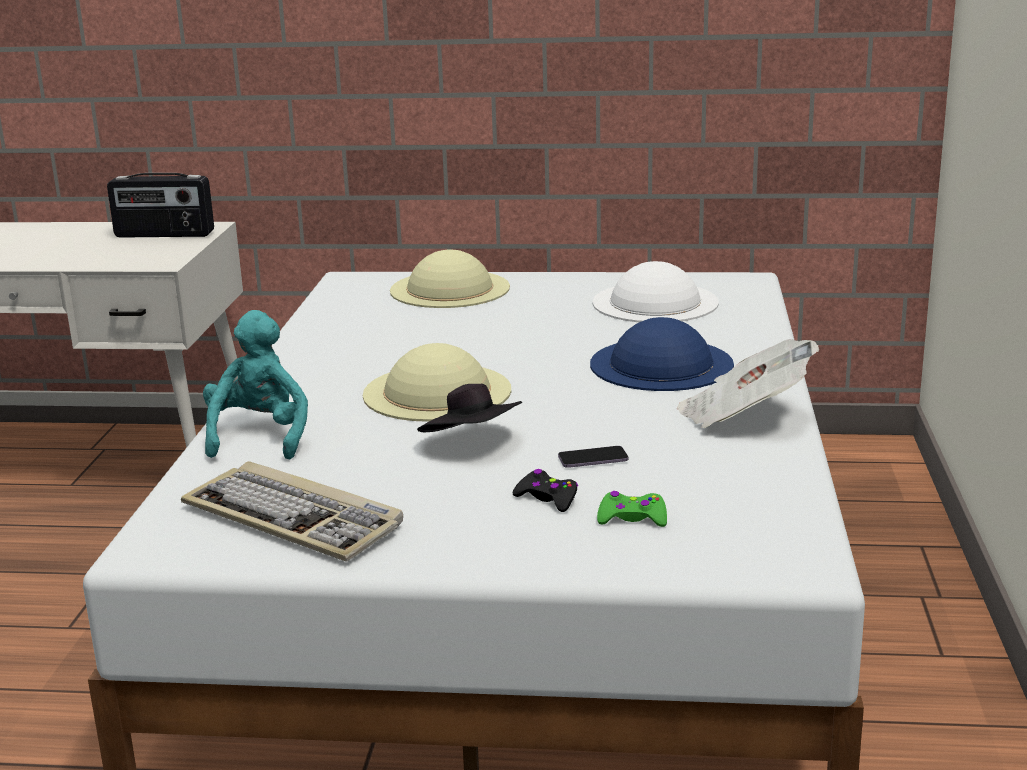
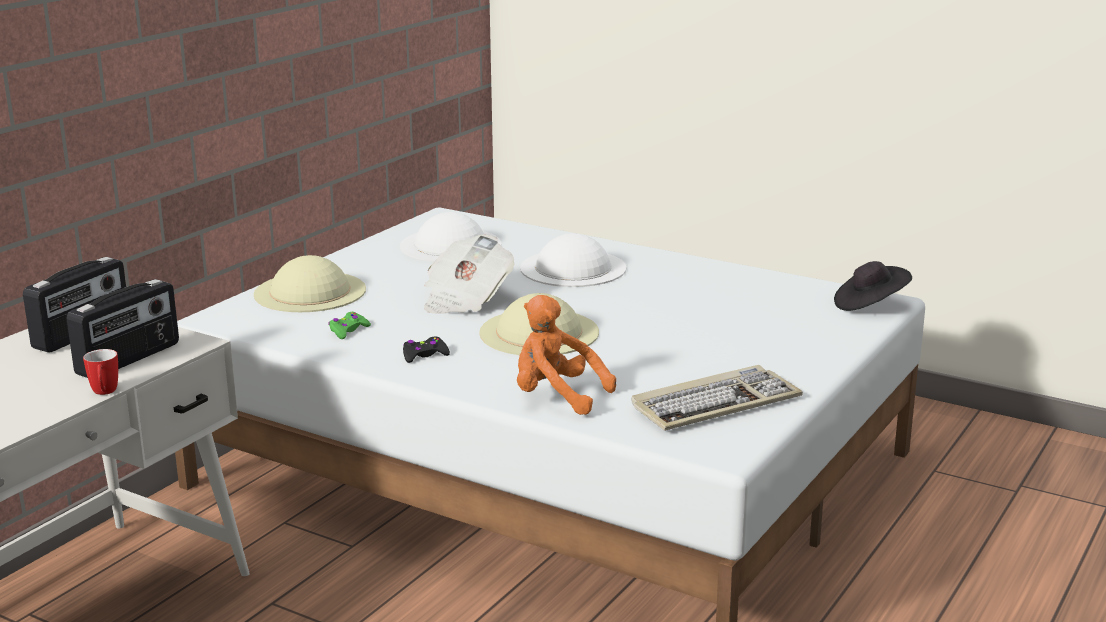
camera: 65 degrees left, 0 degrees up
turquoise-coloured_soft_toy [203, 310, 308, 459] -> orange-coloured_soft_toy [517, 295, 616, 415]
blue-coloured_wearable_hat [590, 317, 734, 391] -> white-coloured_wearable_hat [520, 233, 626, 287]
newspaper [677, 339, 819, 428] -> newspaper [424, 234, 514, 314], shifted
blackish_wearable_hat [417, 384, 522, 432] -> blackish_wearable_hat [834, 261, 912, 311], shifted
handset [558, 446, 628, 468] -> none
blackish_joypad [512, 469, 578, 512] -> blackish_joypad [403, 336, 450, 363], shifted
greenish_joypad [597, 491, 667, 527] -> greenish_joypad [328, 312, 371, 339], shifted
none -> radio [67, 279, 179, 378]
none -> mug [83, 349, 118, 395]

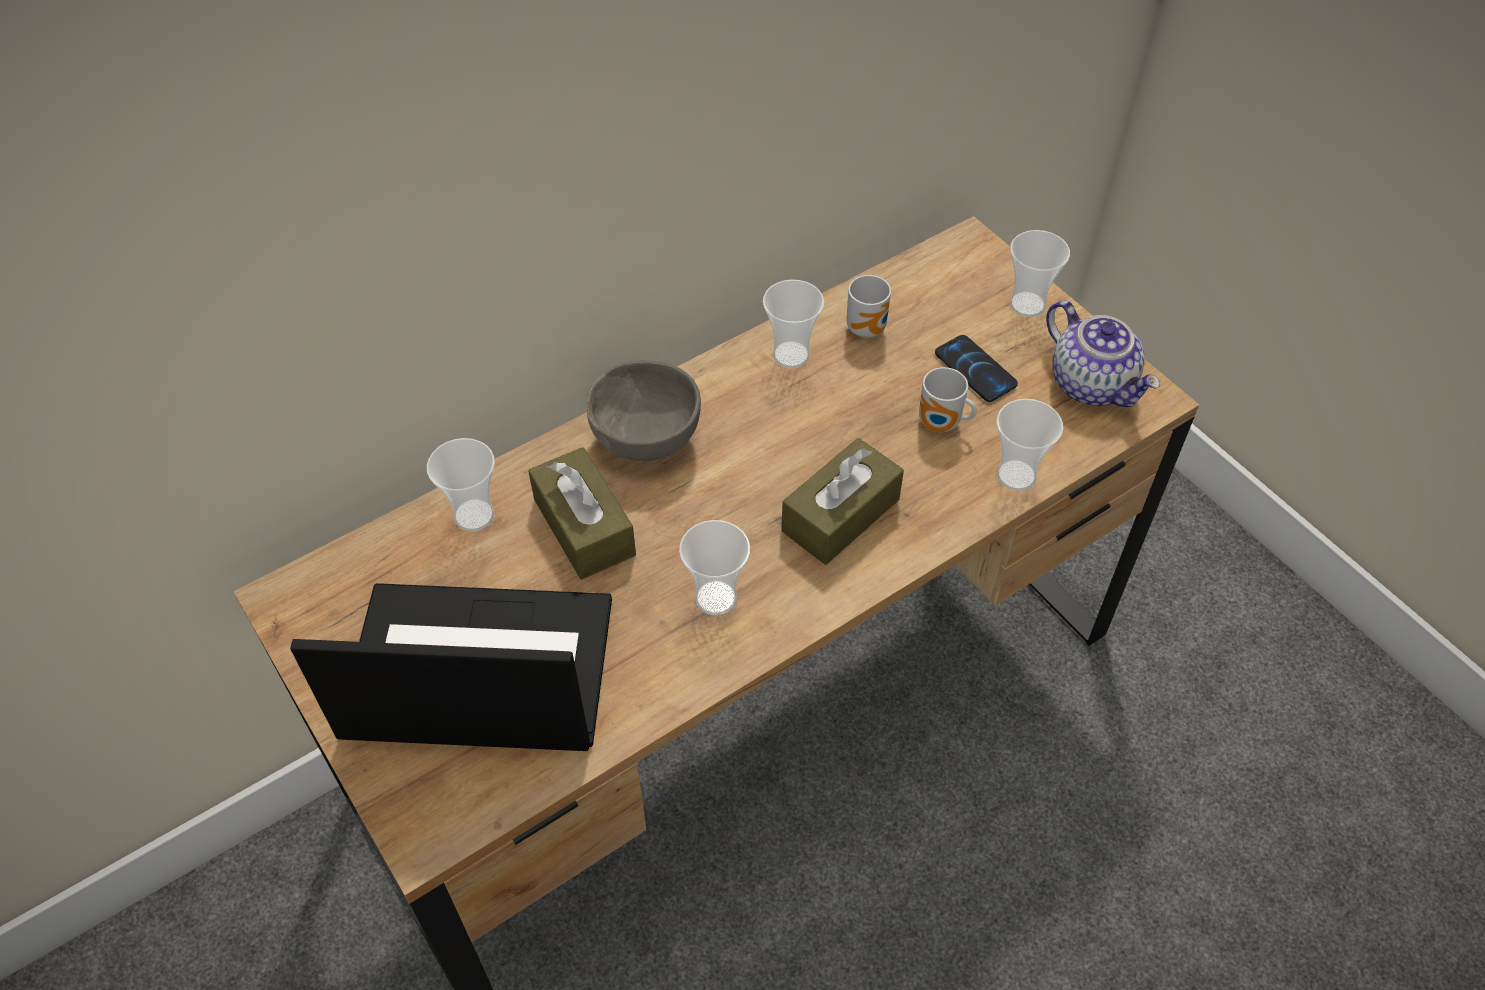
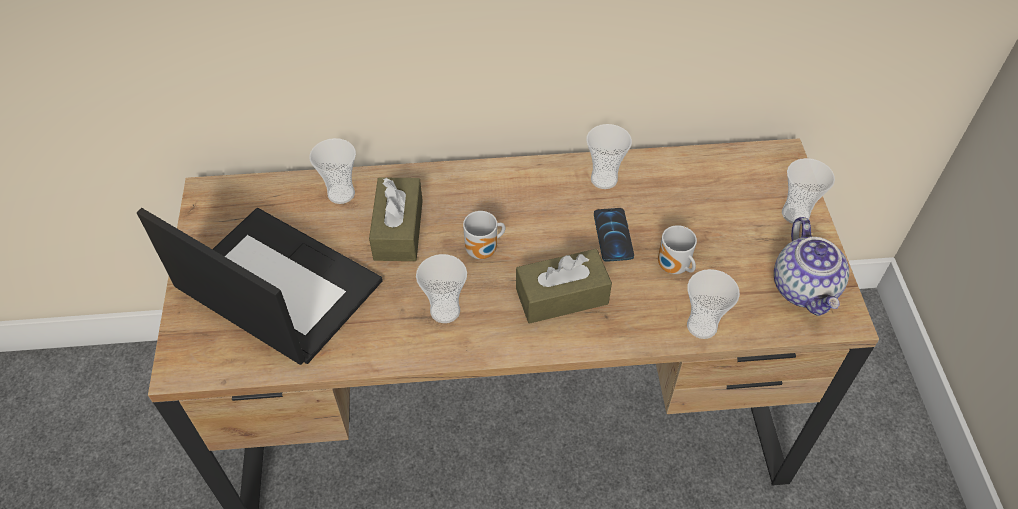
camera: 30 degrees right, 0 degrees up
mug [847, 275, 891, 338] -> mug [463, 211, 505, 259], shifted
handset [935, 335, 1018, 402] -> handset [594, 208, 634, 262], shifted
greyish_bowl [587, 360, 701, 461] -> none

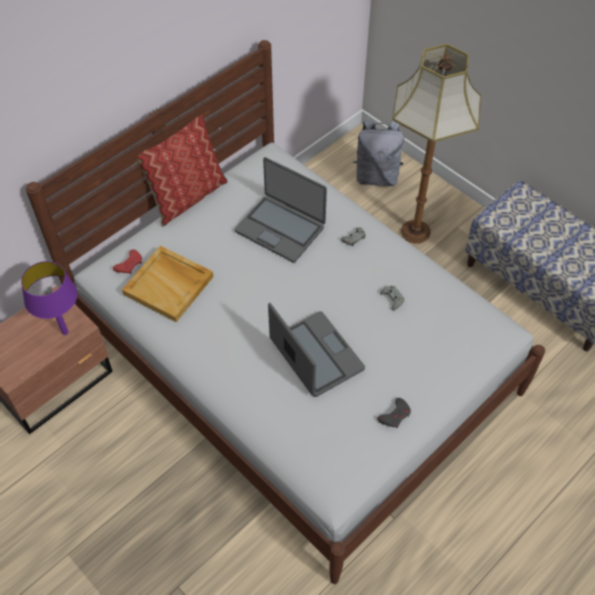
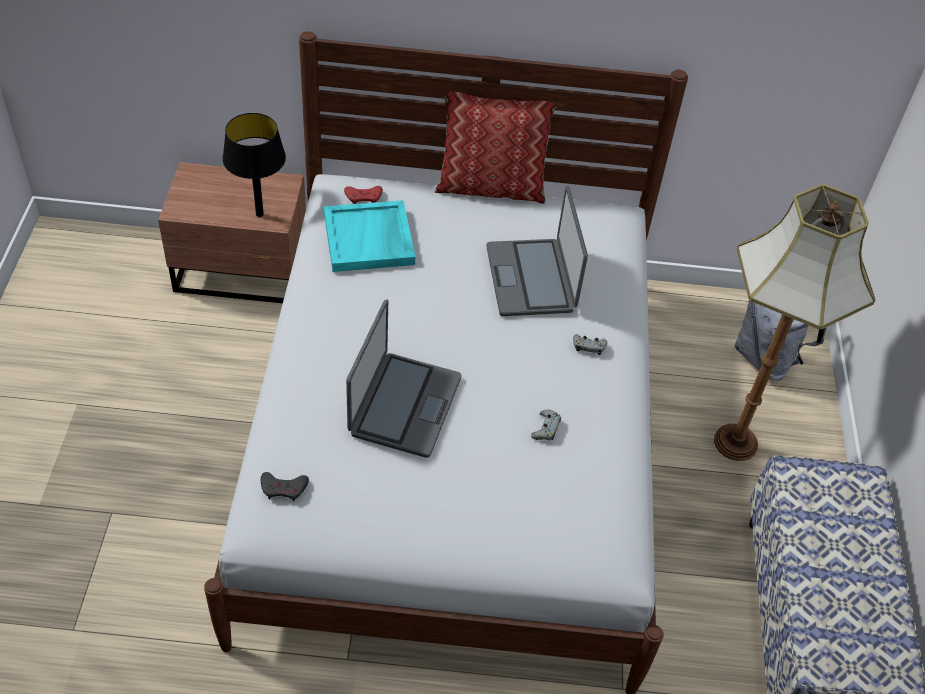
camera: 45 degrees right, 5 degrees down
beige_carrying_tray [122, 246, 213, 322] -> turquoise-coloured_carrying_tray [324, 200, 415, 272]
purple_tabletop_lamp [21, 261, 77, 335] -> blackish_tabletop_lamp [222, 113, 286, 217]
greyish_joypad [377, 398, 411, 428] -> greyish_joypad [261, 472, 309, 501], shifted

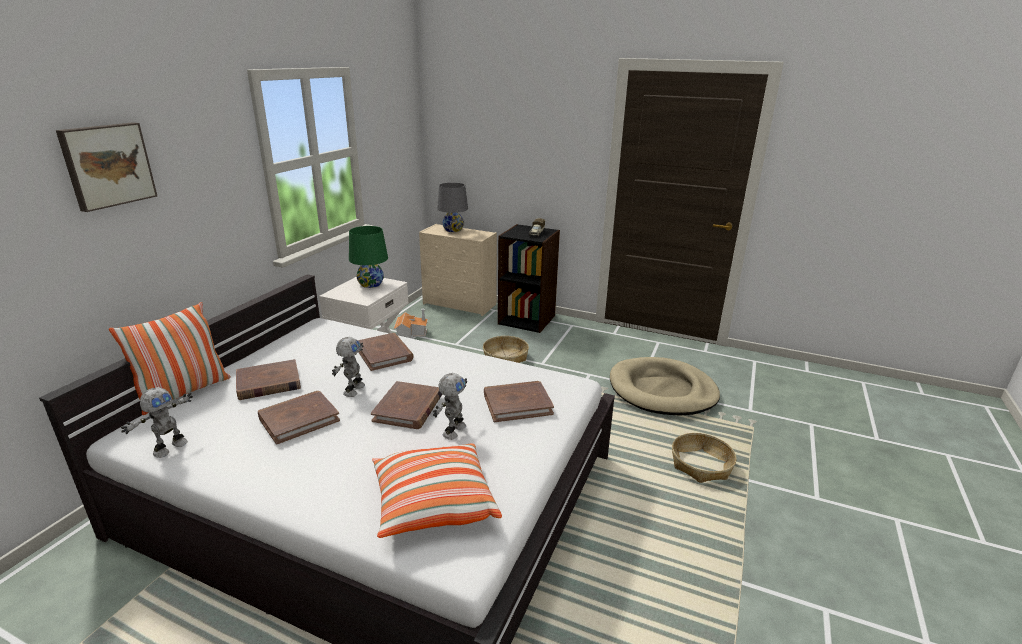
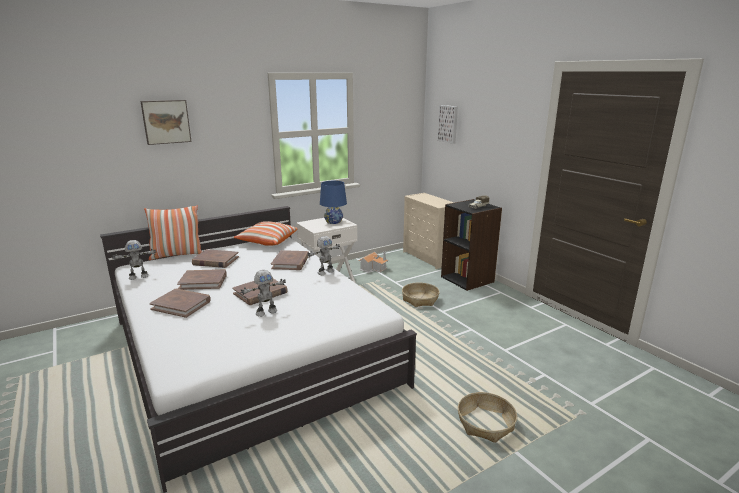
camera: 35 degrees right, 5 degrees down
greyish_tabletop_lamp [437, 182, 468, 232] -> none
greenish_tabletop_lamp [349, 226, 388, 288] -> blue-coloured_tabletop_lamp [320, 181, 347, 224]
model_robot [332, 337, 365, 397] -> model_robot [308, 236, 340, 275], shifted
beige_dog_bed [610, 357, 720, 416] -> none
brown-coloured_bound_book [484, 381, 554, 422] -> brown-coloured_bound_book [149, 288, 211, 318], shifted
cushion [372, 443, 502, 538] -> cushion [234, 221, 298, 246], shifted
none -> wall_art [438, 105, 458, 144]

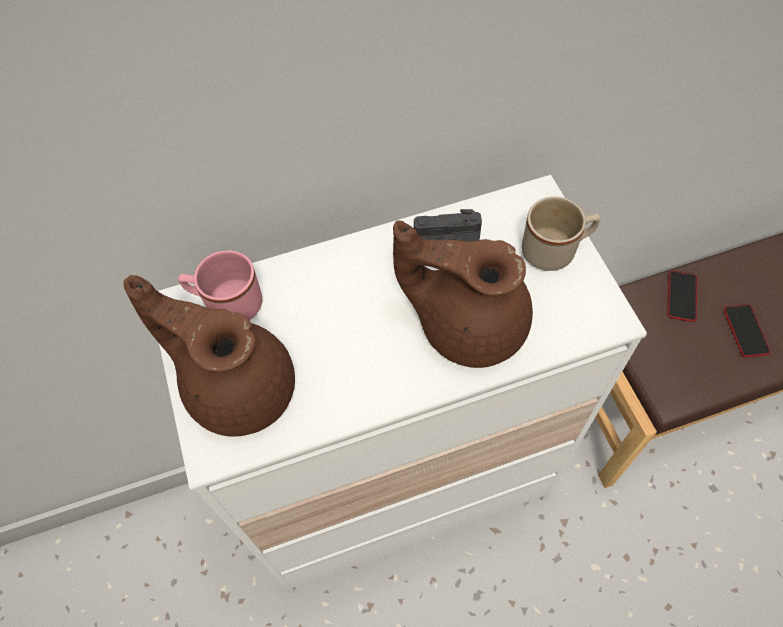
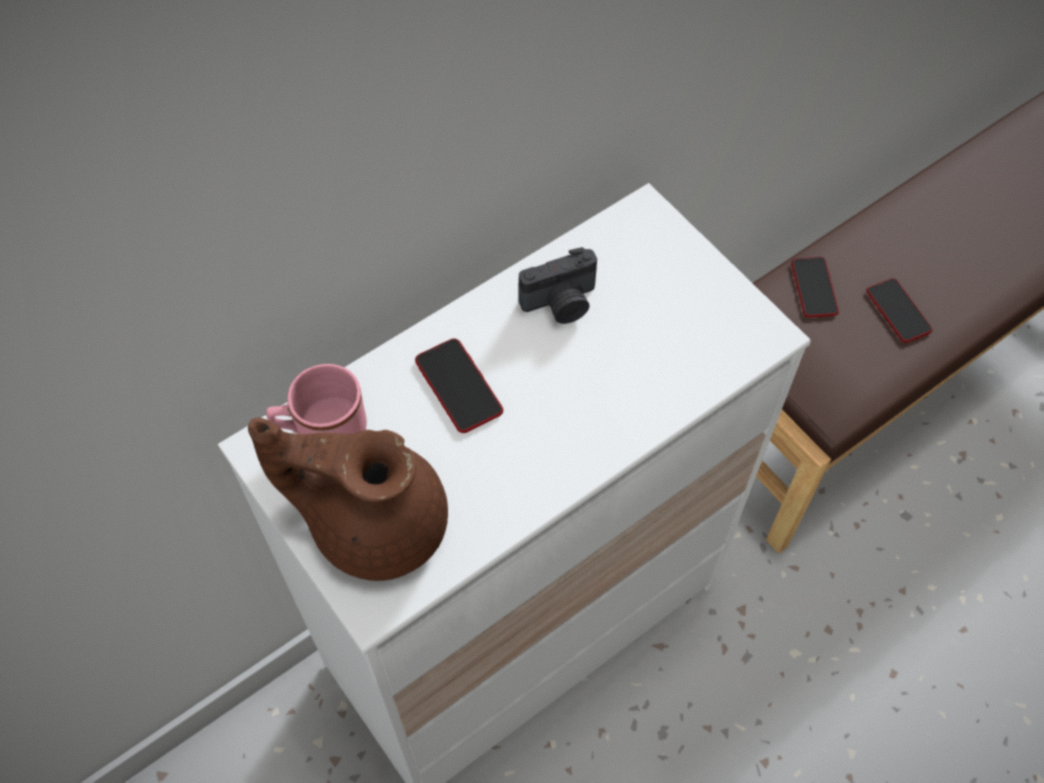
camera: 20 degrees left, 0 degrees up
beige_mug [522, 197, 600, 271] -> none
brown-coloured_teapot [393, 221, 533, 368] -> none
none -> handset [415, 338, 503, 433]

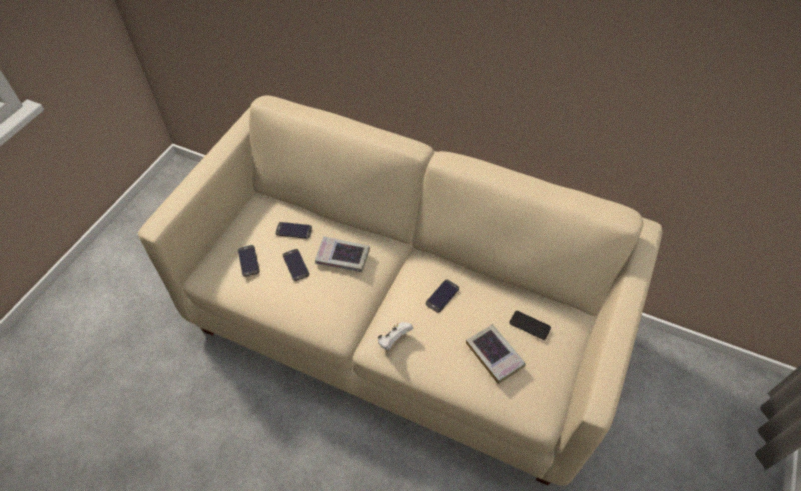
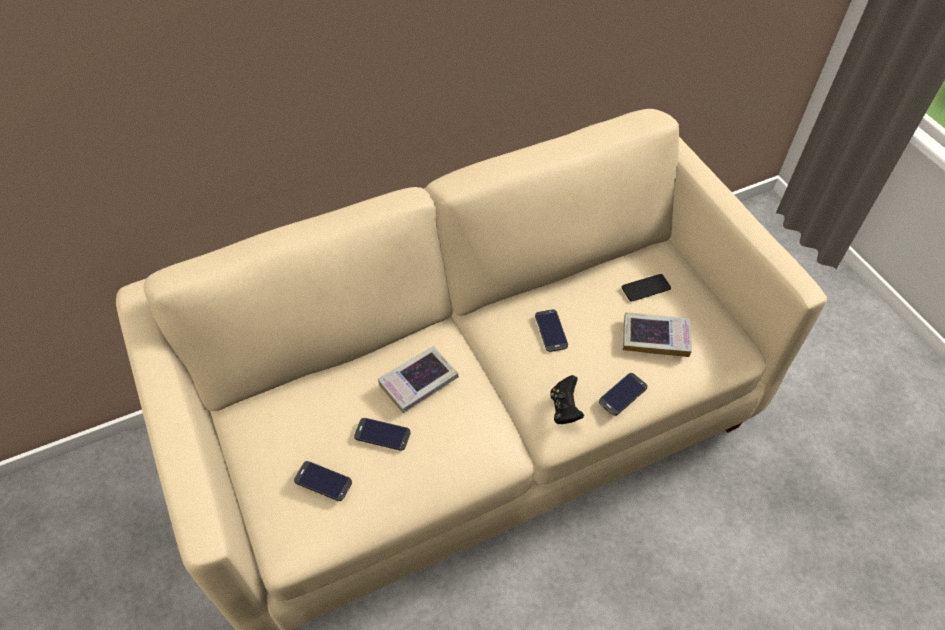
camera: 50 degrees left, 0 degrees up
handset [275, 222, 312, 239] -> handset [599, 373, 648, 416], shifted
white-coloured_joypad [378, 322, 413, 350] -> blackish_joypad [550, 375, 584, 424]

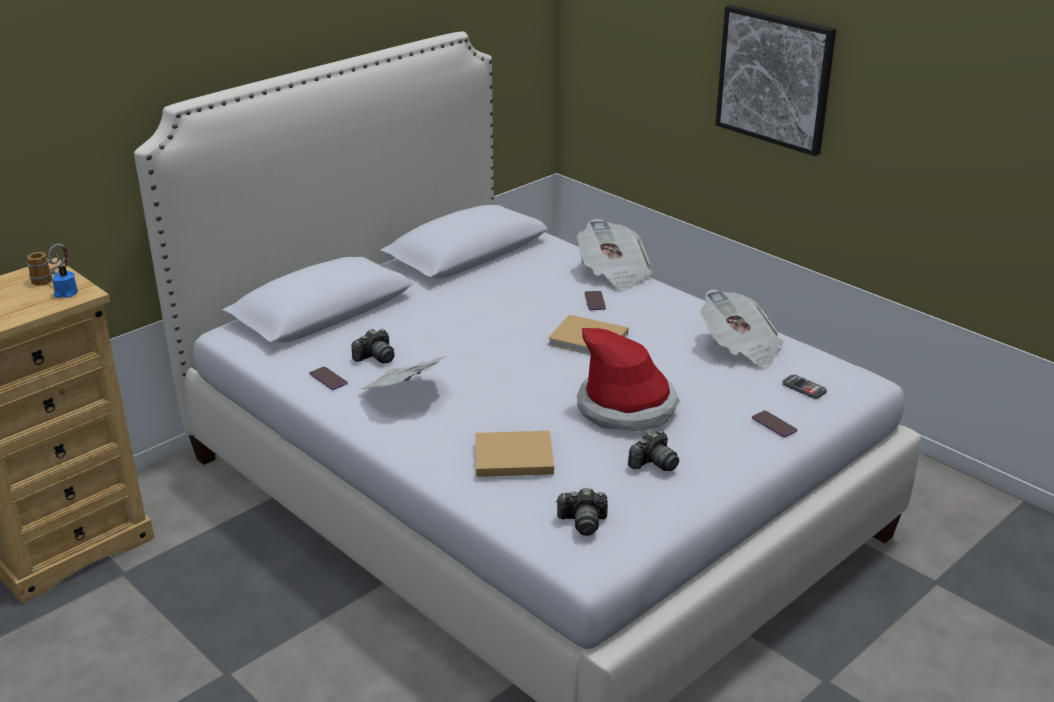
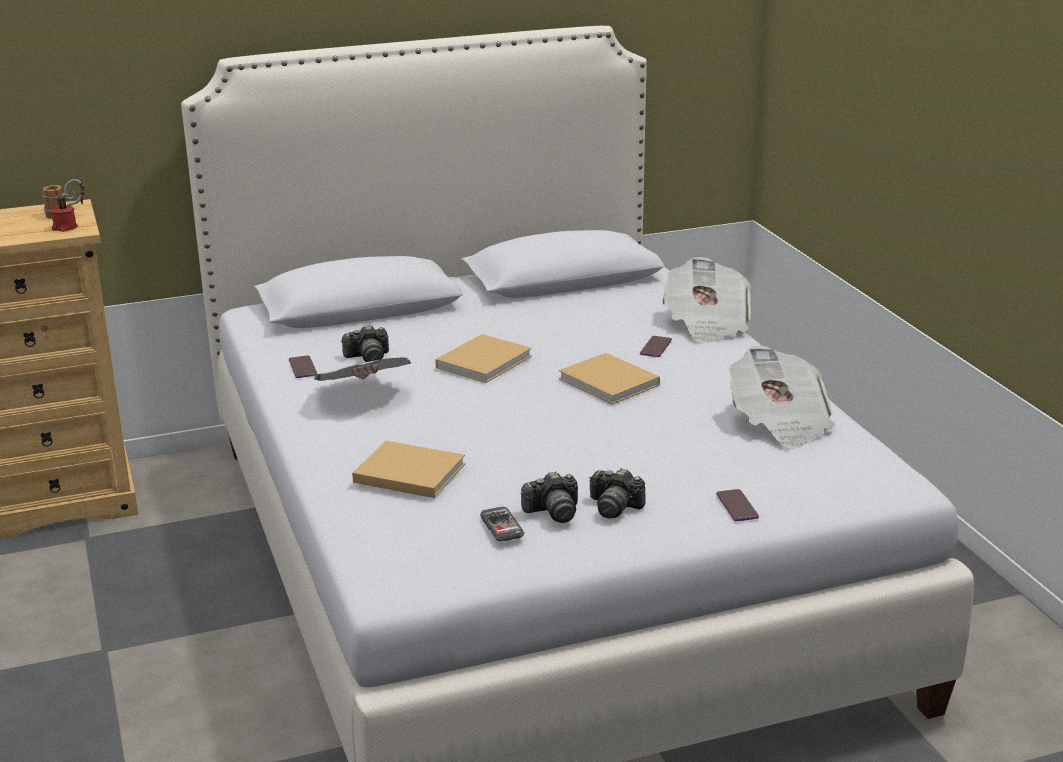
camera: 25 degrees right, 5 degrees down
wall_art [715, 5, 836, 156] -> none
blue-coloured_wax_candle [52, 265, 78, 298] -> red-coloured_wax_candle [51, 198, 78, 232]
wearable_hat [577, 328, 680, 431] -> none
handset [782, 375, 827, 399] -> handset [480, 507, 524, 541], shifted
photo_camera [556, 488, 608, 536] -> photo_camera [589, 468, 646, 519], shifted
none -> beige_bound_book [435, 334, 532, 383]

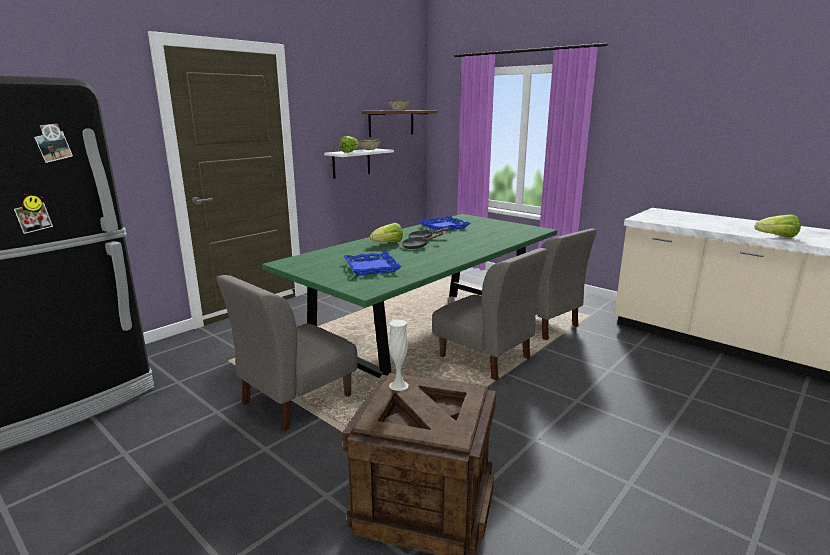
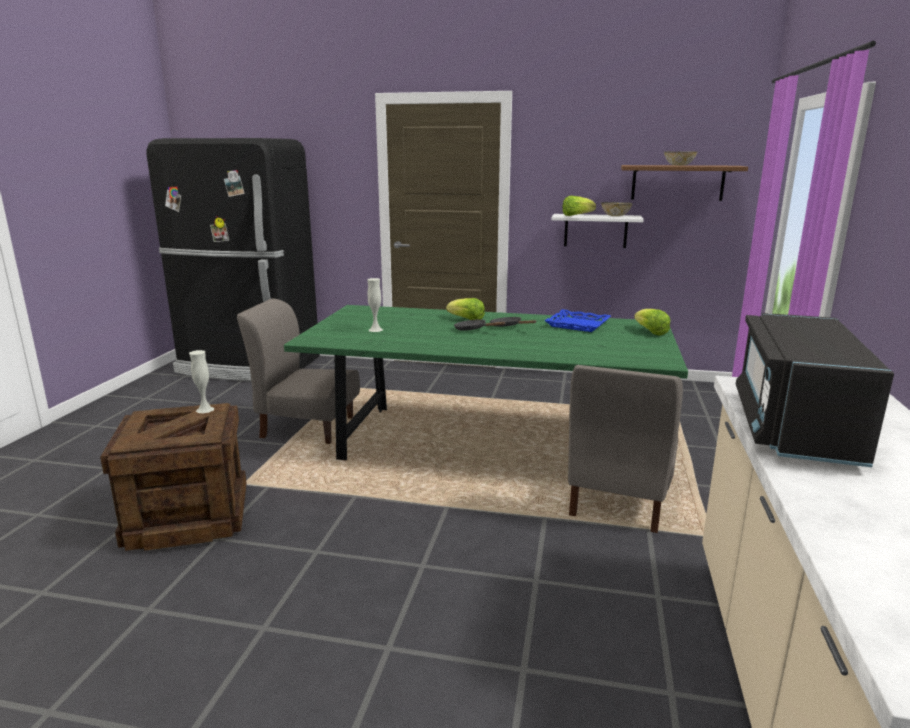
camera: 60 degrees right, 0 degrees up
lettuce_head [755, 214, 801, 237] -> lettuce_head [634, 309, 670, 335], shifted
greyish_upright_chair [432, 248, 548, 381] -> none
blue-coloured_carrying_tray [344, 252, 402, 275] -> white-coloured_decorative_vase [367, 278, 383, 332]
none -> blackish_microwave [736, 313, 894, 467]

